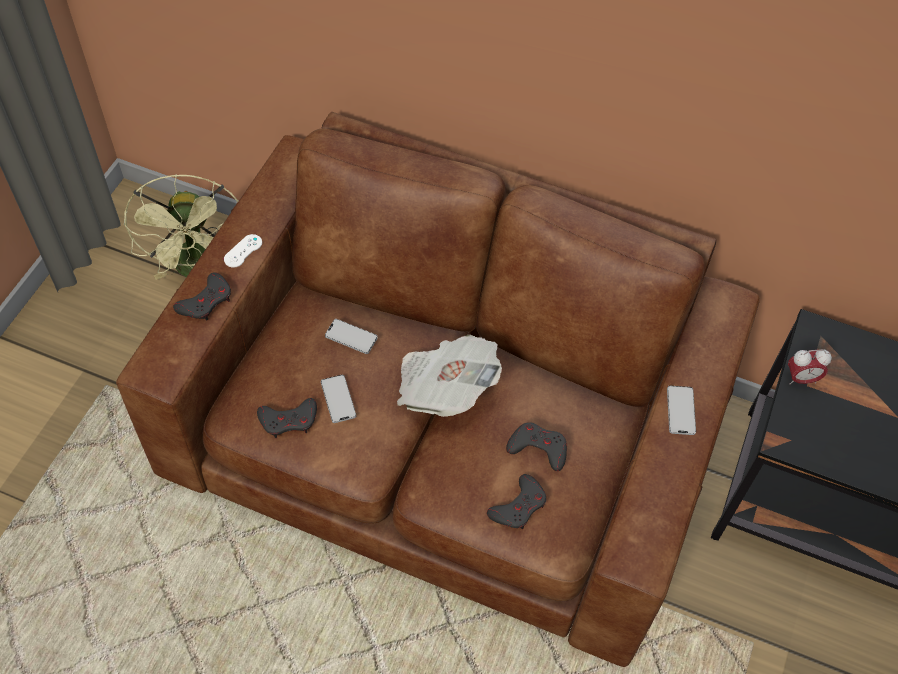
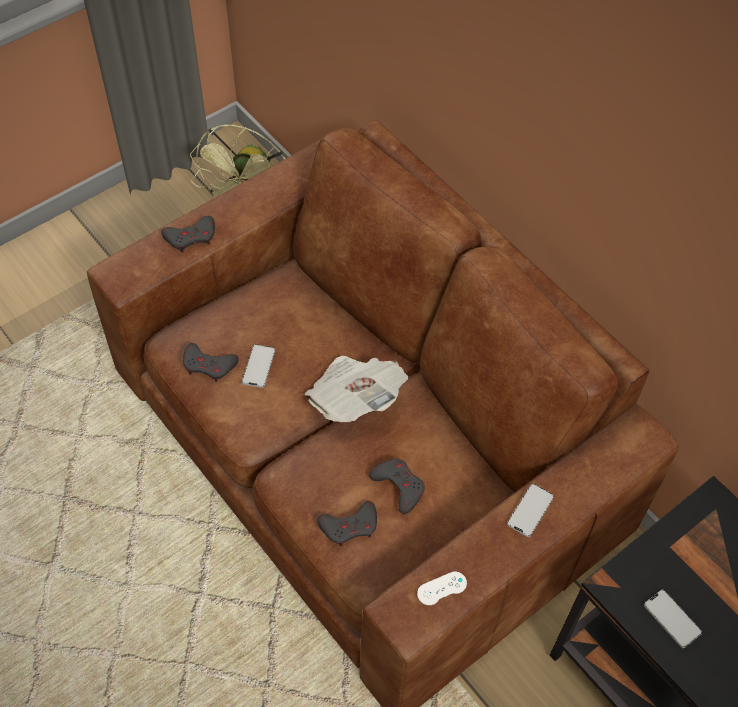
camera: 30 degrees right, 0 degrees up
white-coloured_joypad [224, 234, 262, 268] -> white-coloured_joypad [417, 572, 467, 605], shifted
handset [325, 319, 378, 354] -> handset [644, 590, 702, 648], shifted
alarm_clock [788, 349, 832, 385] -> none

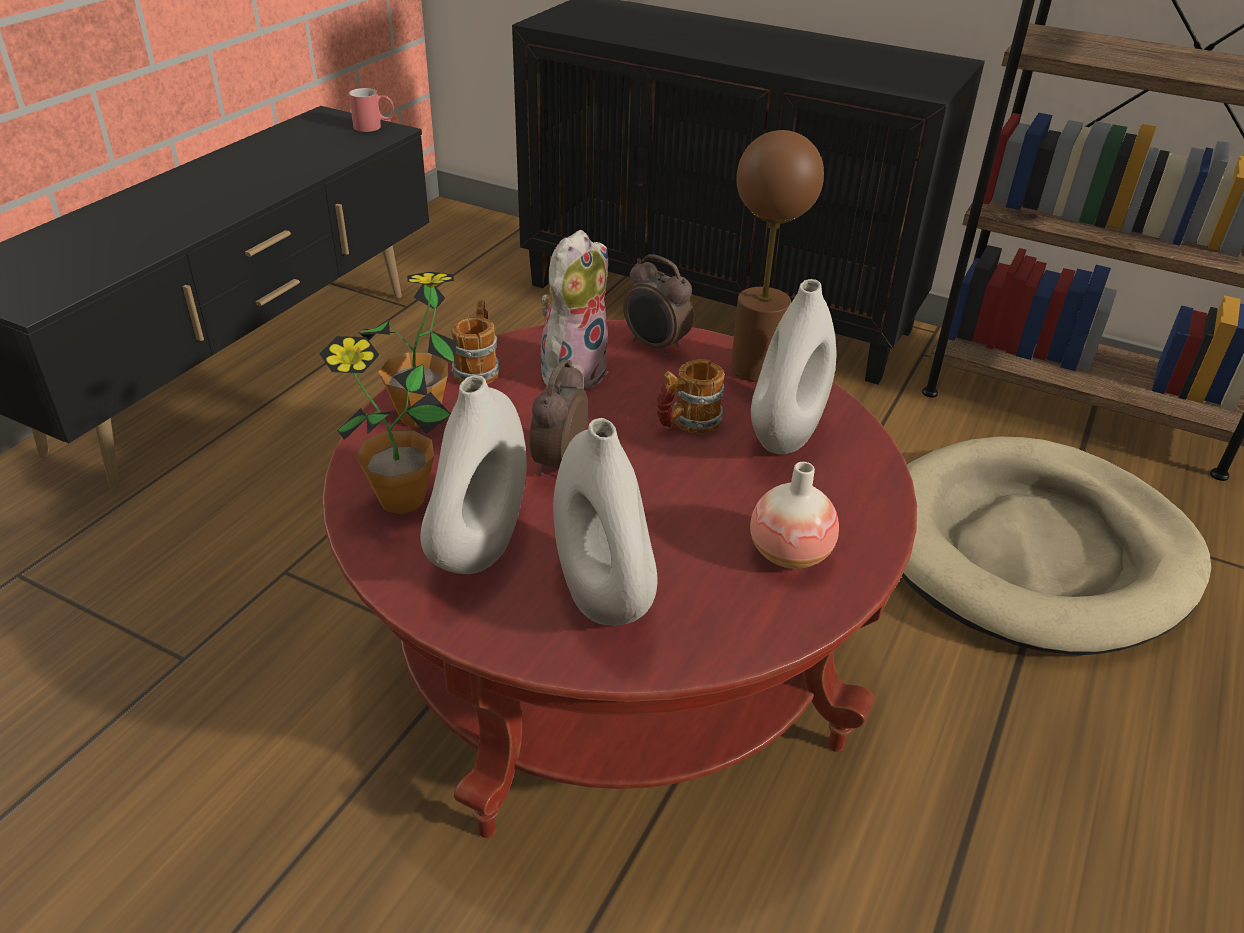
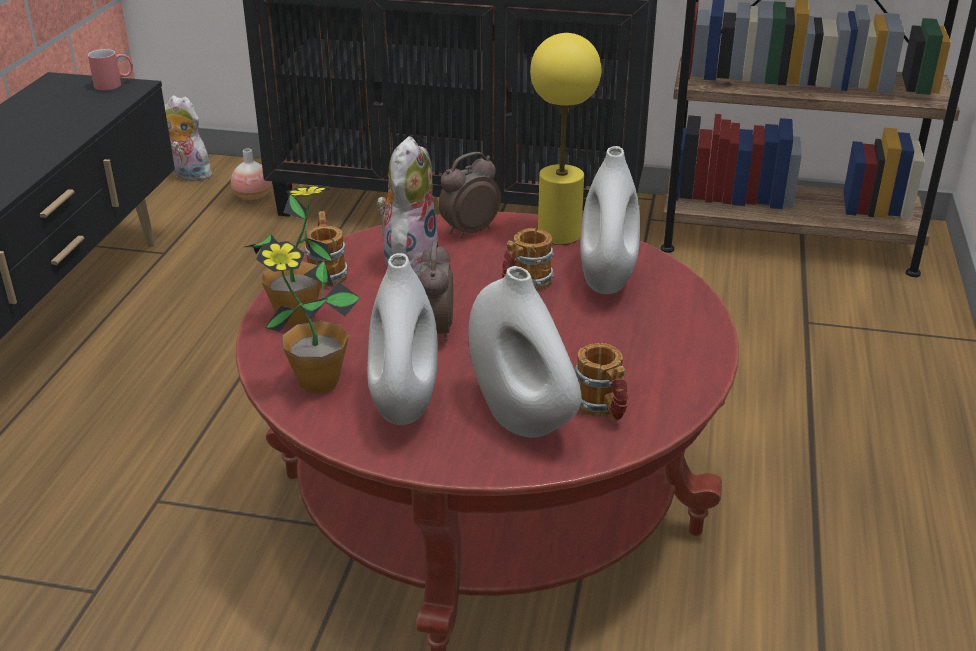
camera: 15 degrees left, 5 degrees down
brown-coloured_tabletop_lamp [731, 130, 824, 382] -> yellowish_tabletop_lamp [530, 33, 601, 245]
alarm_clock [623, 254, 694, 357] -> alarm_clock [439, 152, 501, 238], 120 degrees clockwise
beige_dog_bed [902, 436, 1211, 655] -> none
decorative_vase [750, 462, 839, 569] -> decorative_vase [231, 148, 272, 201], shifted
none -> soft_toy [164, 95, 214, 181]
none -> mug [574, 343, 628, 422]

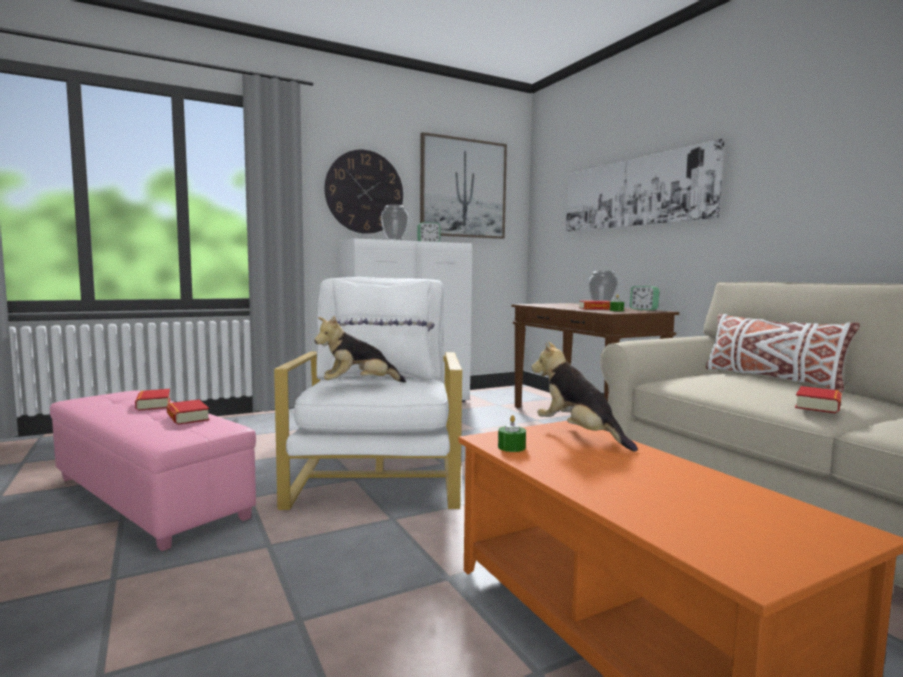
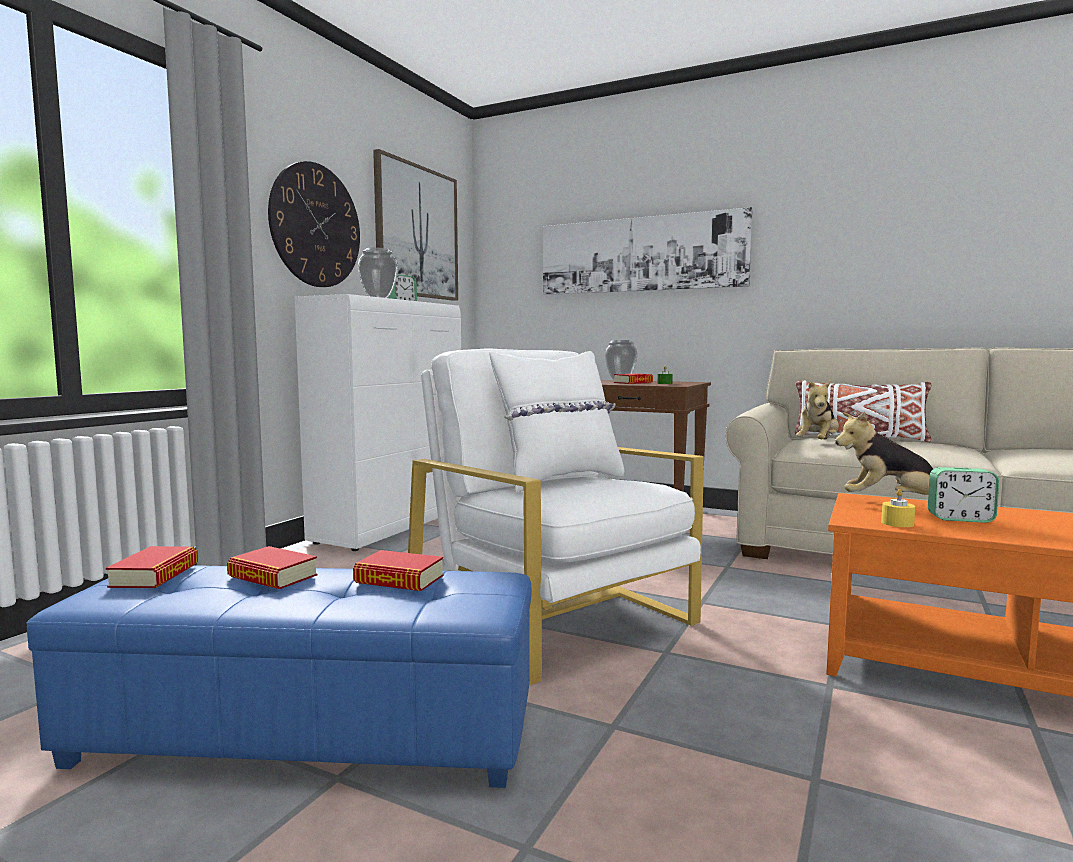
camera: 35 degrees left, 0 degrees up
alarm_clock [630, 286, 660, 310] -> alarm_clock [928, 467, 999, 523], shifted
soft_toy [314, 316, 406, 383] -> soft_toy [796, 380, 839, 439], shifted
bound_book [795, 386, 842, 414] -> bound_book [106, 546, 198, 588], shifted
pink_ottoman [50, 390, 256, 551] -> blue-coloured_ottoman [26, 565, 531, 788]
greenish_wax_candle [498, 415, 526, 452] -> yellowish_wax_candle [881, 489, 915, 527]

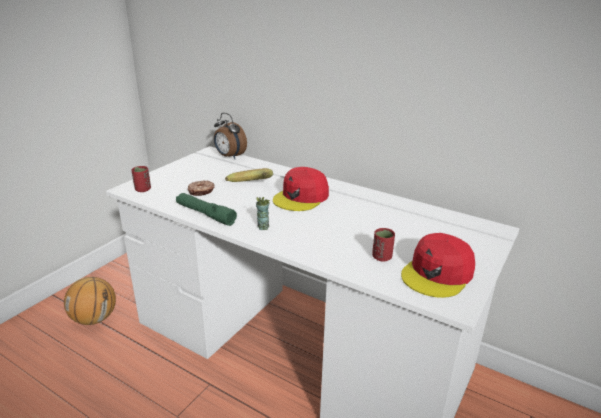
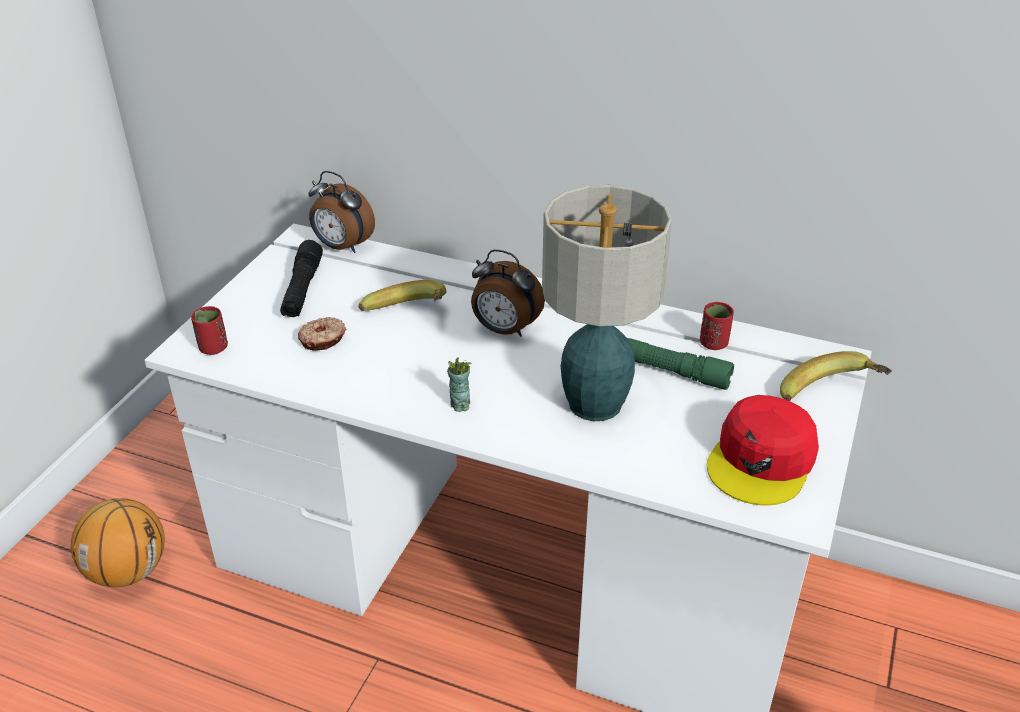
camera: 10 degrees left, 10 degrees up
red-coloured_peaked_cap [273, 167, 329, 211] -> alarm_clock [471, 249, 545, 337]
greenish_flashlight [176, 193, 237, 226] -> greenish_flashlight [628, 338, 734, 390], shifted
red-coloured_cup [372, 228, 395, 262] -> red-coloured_cup [700, 302, 734, 350], shifted
none -> tabletop_lamp [542, 185, 672, 421]
none -> blackish_flashlight [280, 240, 323, 317]
none -> whole_banana [780, 351, 892, 401]

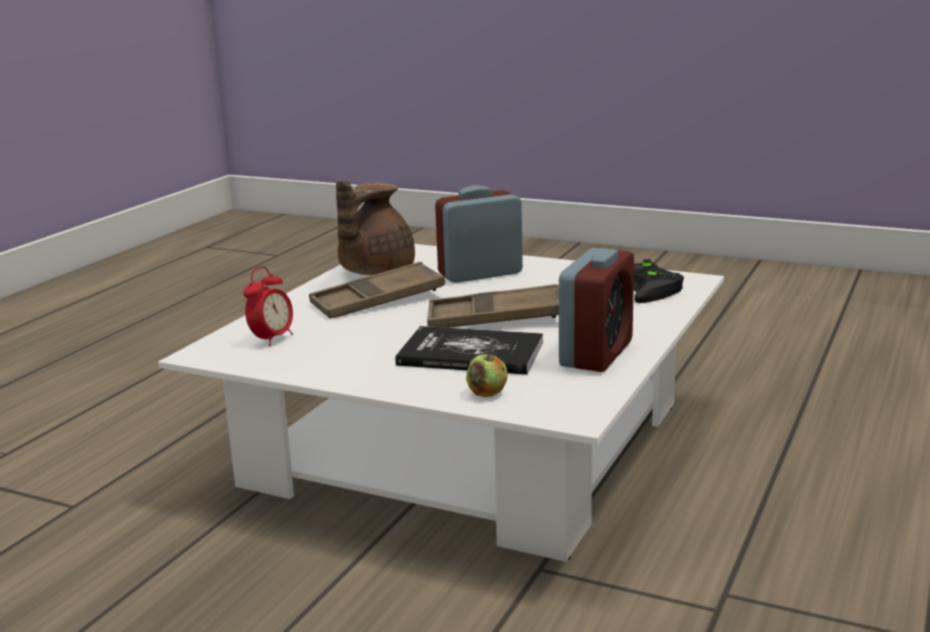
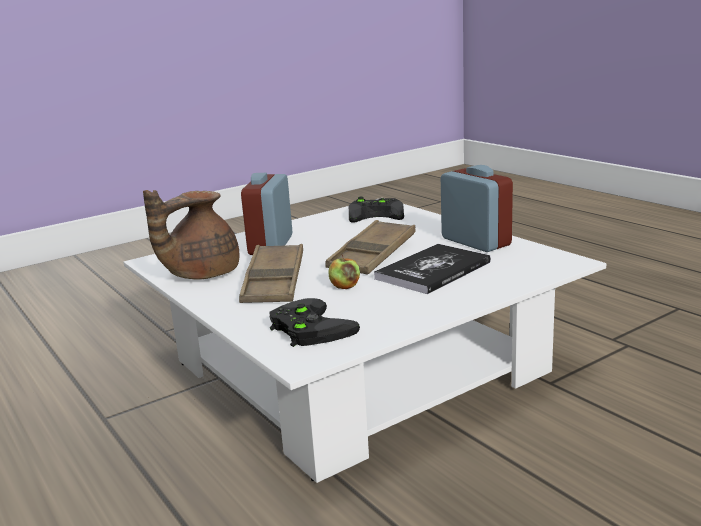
camera: 60 degrees left, 0 degrees up
brown-coloured_teapot [336, 180, 415, 275] -> brown-coloured_teapot [143, 190, 239, 279], 75 degrees clockwise
alarm_clock [243, 266, 293, 346] -> blackish_joypad [269, 298, 360, 347]
apple [466, 350, 508, 397] -> apple [328, 254, 360, 289], shifted

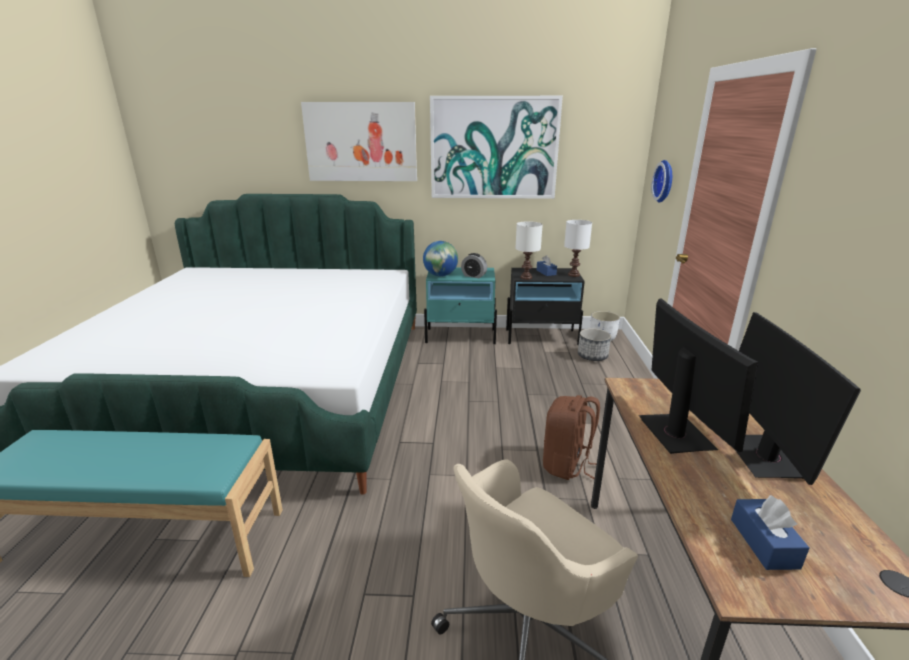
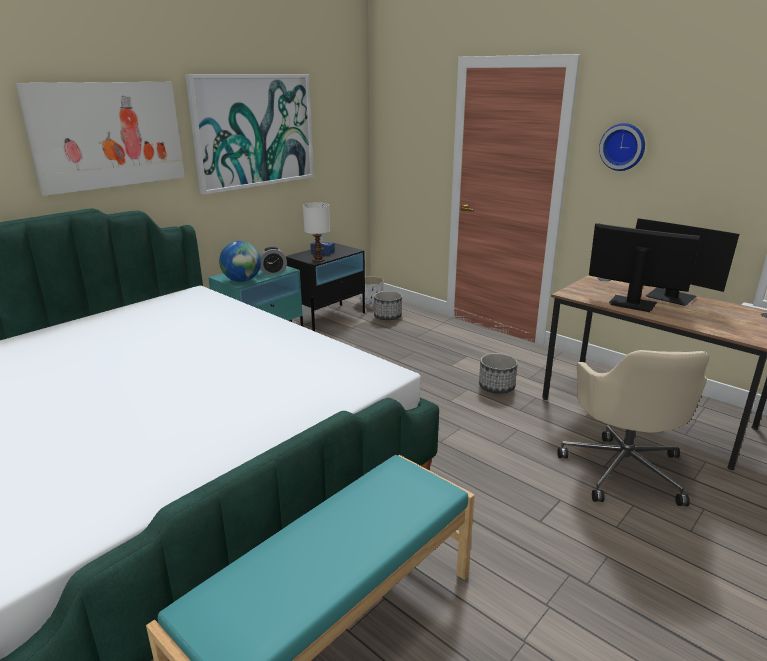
camera: 50 degrees left, 0 degrees up
wall_clock [652, 160, 672, 203] -> wall_clock [599, 123, 645, 171], shifted
white-coloured_tabletop_lamp [564, 220, 592, 277] -> none
brown-coloured_backpack [543, 395, 600, 480] -> plant_pot [479, 353, 518, 394]
blue-coloured_tissue_box [731, 495, 809, 570] -> none

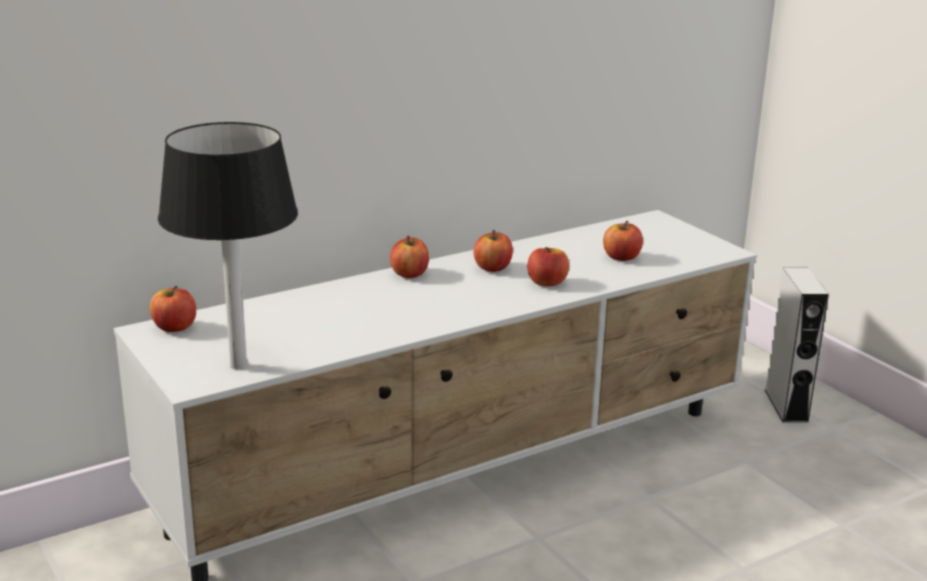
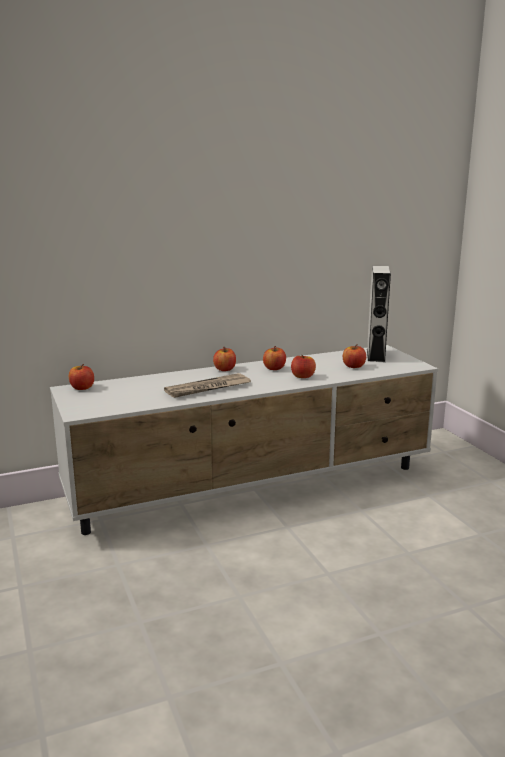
camera: 10 degrees right, 5 degrees down
blackish_tabletop_lamp [158, 122, 298, 369] -> none
greyish_audio_speaker [765, 267, 829, 423] -> greyish_audio_speaker [367, 266, 391, 362], shifted
none -> newspaper [164, 373, 251, 398]

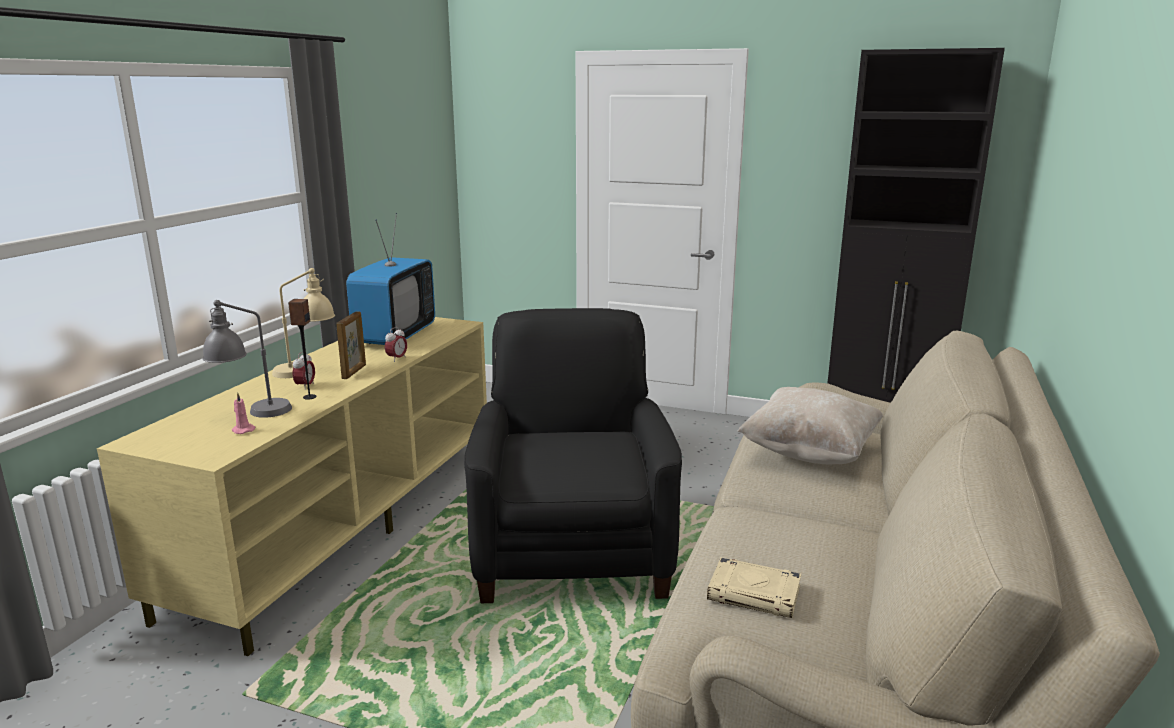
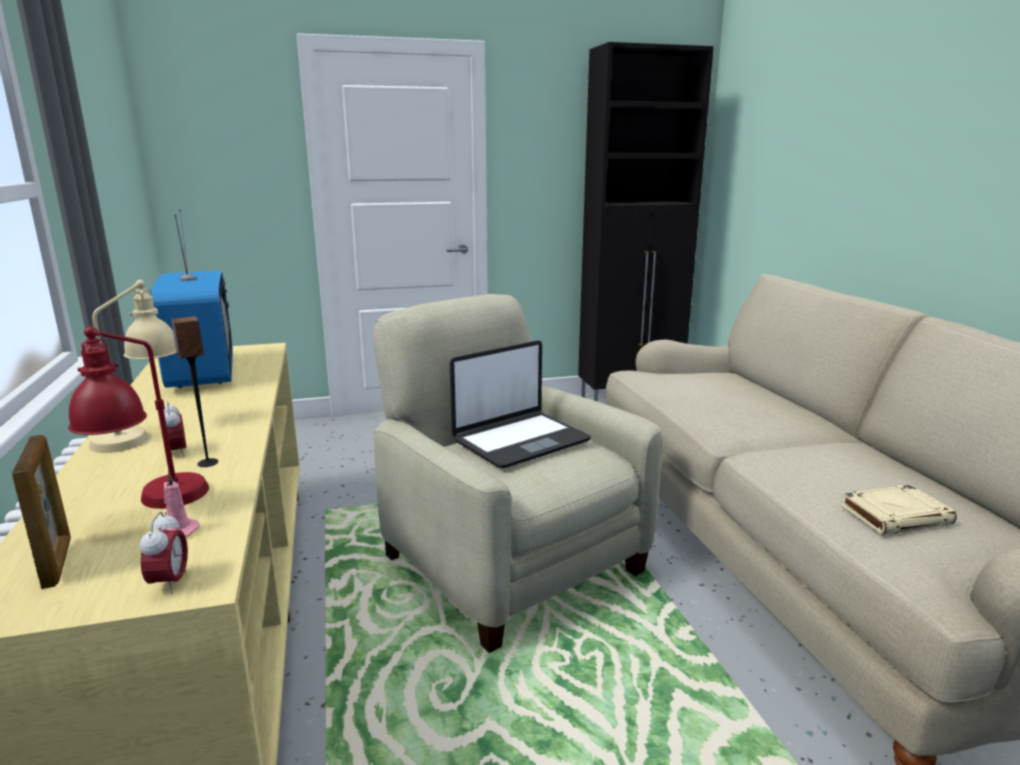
camera: 35 degrees left, 0 degrees up
greyish_tabletop_lamp [203, 300, 292, 418] -> red-coloured_tabletop_lamp [68, 326, 209, 509]
blackish_lounge_chair [464, 308, 682, 603] -> beige_lounge_chair [373, 294, 662, 653]
photo_frame [336, 312, 366, 379] -> photo_frame [12, 435, 71, 589], shifted
alarm_clock [385, 327, 407, 362] -> alarm_clock [140, 511, 188, 595], shifted
beige_cushion [737, 387, 883, 464] -> none
none -> laptop [450, 340, 591, 468]

